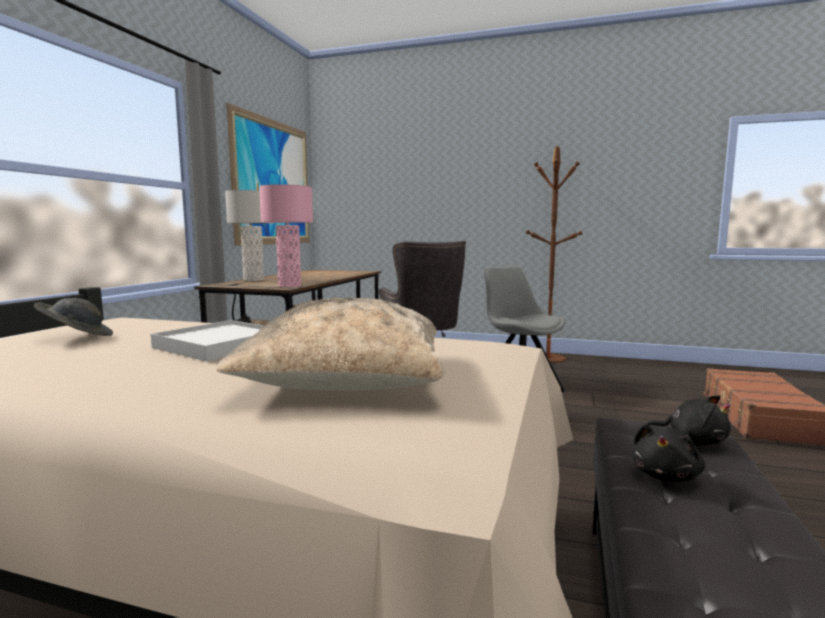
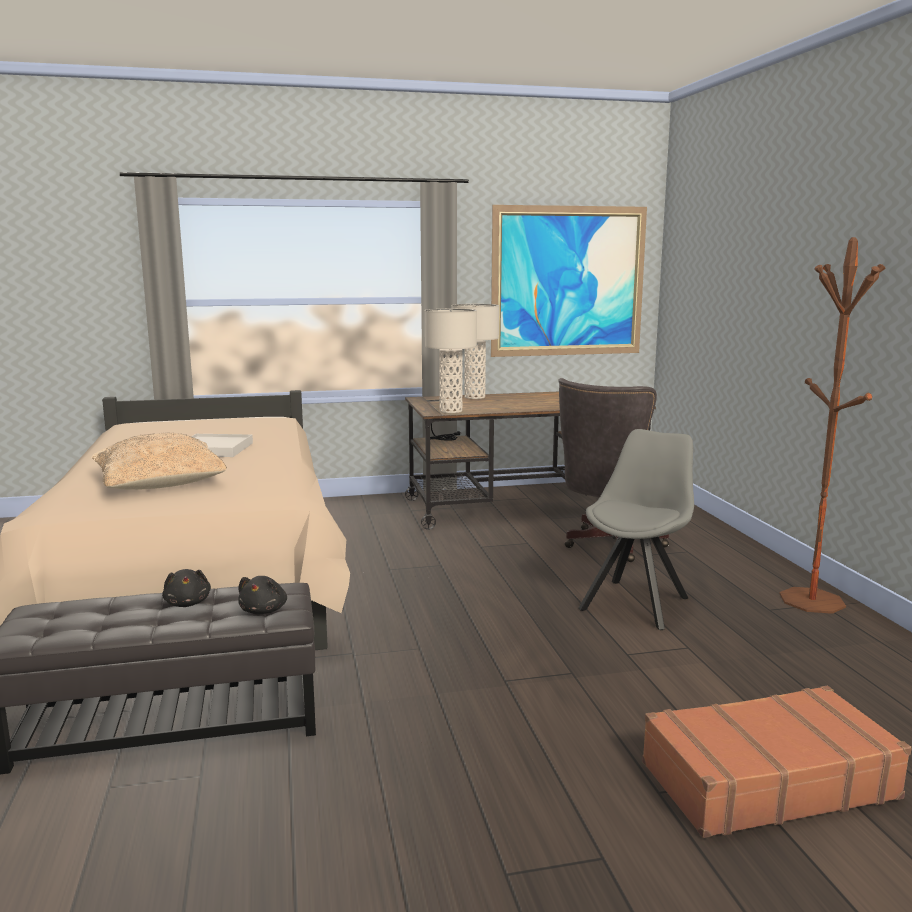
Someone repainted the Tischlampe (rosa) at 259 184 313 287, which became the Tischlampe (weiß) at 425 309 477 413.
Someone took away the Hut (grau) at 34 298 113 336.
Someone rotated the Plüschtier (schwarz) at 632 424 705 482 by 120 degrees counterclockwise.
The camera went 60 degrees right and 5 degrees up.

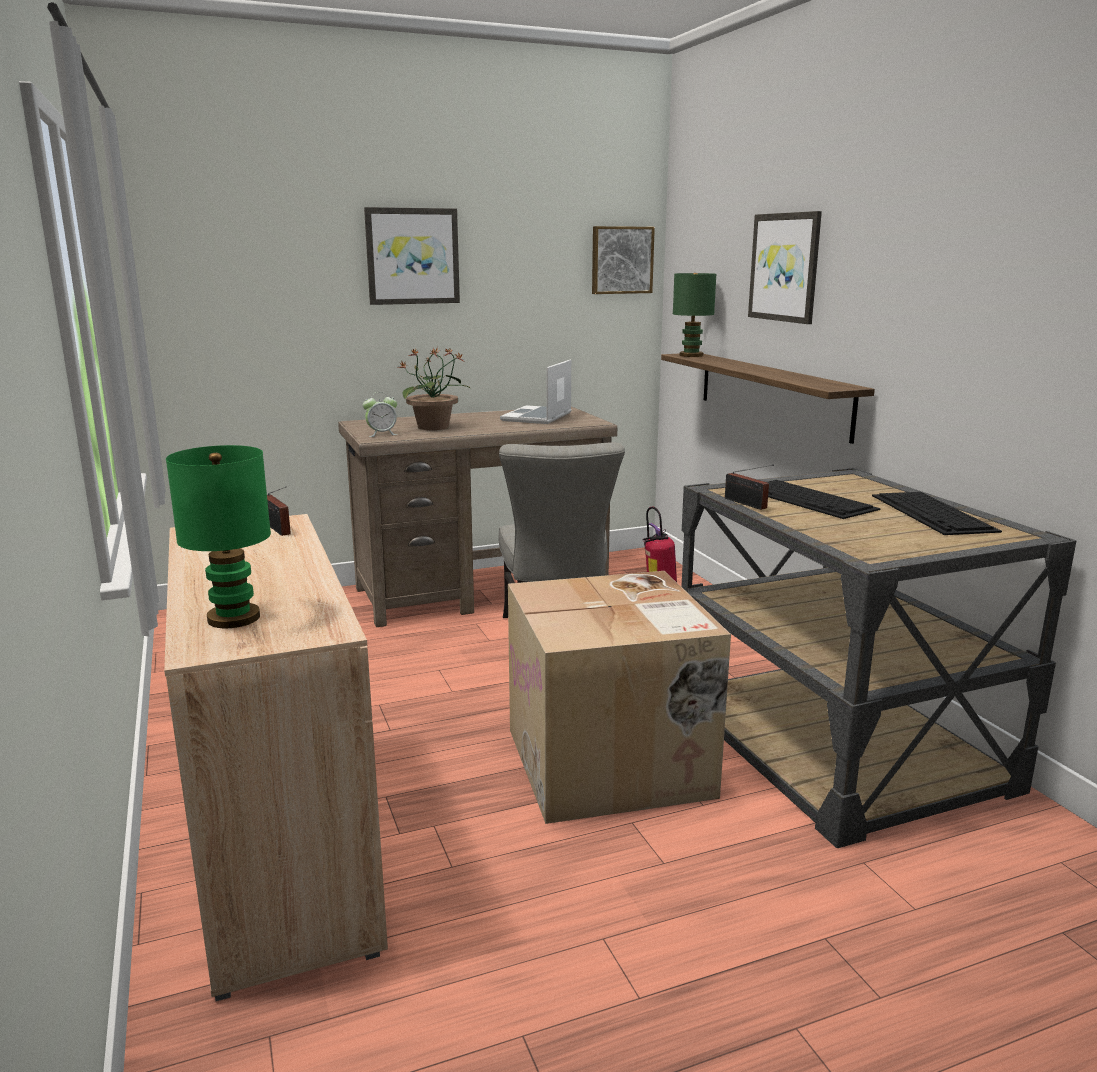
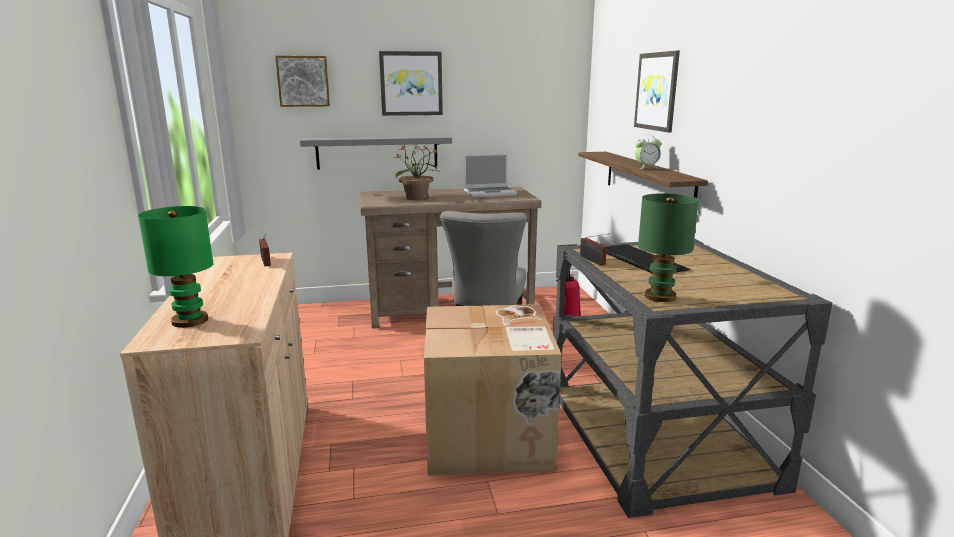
Someone carried the Bild from 592 226 655 294 to 275 56 330 107.
Someone carried the Tischlampe (grün) from 673 273 716 357 to 638 193 699 302.
Someone rotated the Laptop at 500 359 571 424 by 135 degrees counterclockwise.
Someone carried the Wecker from 363 392 397 437 to 635 135 661 169.
Someone took away the Tastatur at 872 492 1002 535.
Someone put up the Wandregal (grau) at 300 135 452 170.
The camera went 10 degrees right and 0 degrees up.

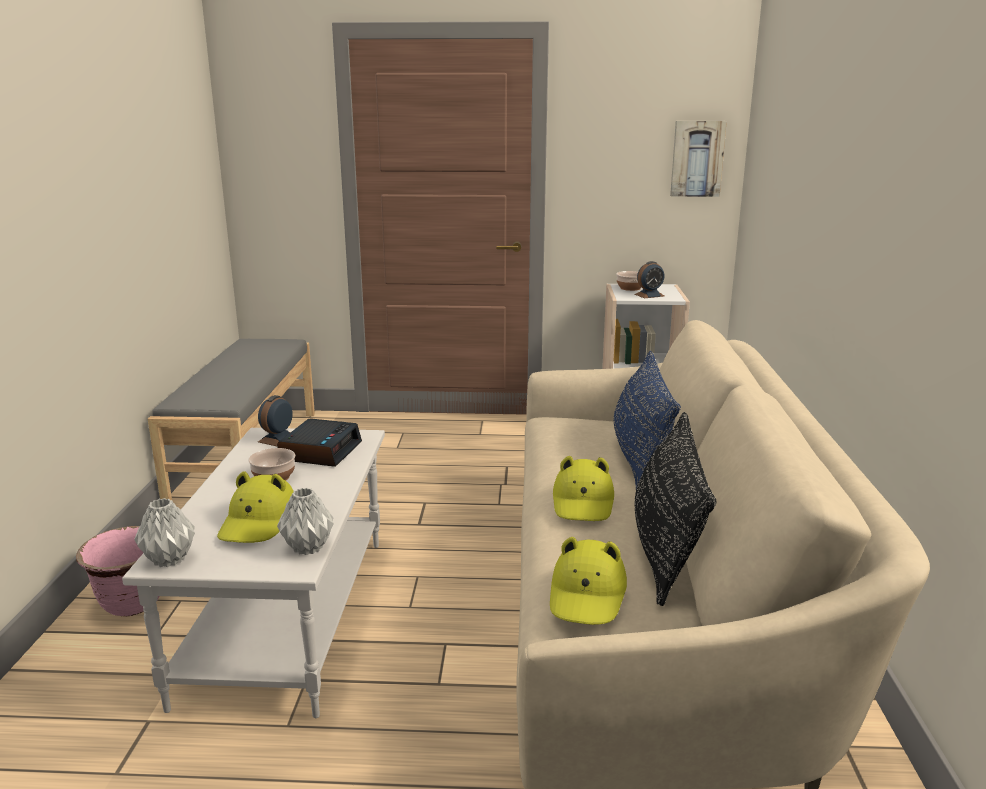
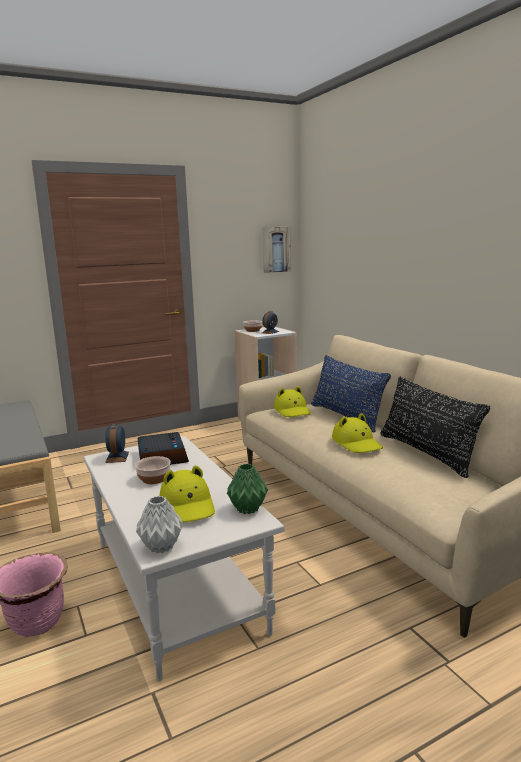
Someone repainted the Vase (grau) at 277 488 334 555, which became the Vase (grün) at 227 464 268 514.
Someone carried the Hut (gelb) from 550 537 627 625 to 274 386 311 417.
The camera went 30 degrees left and 5 degrees down.

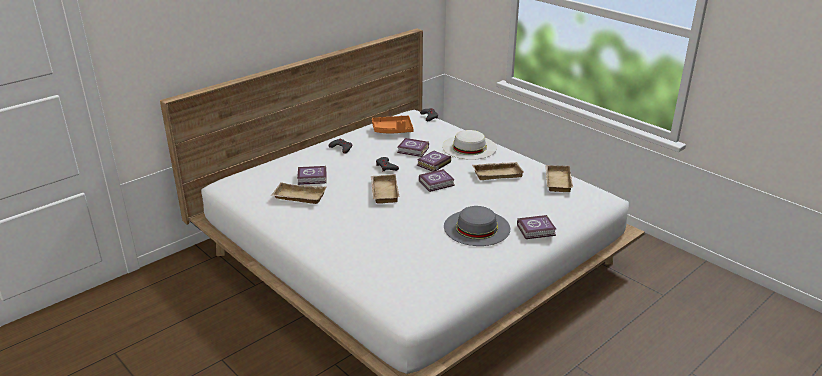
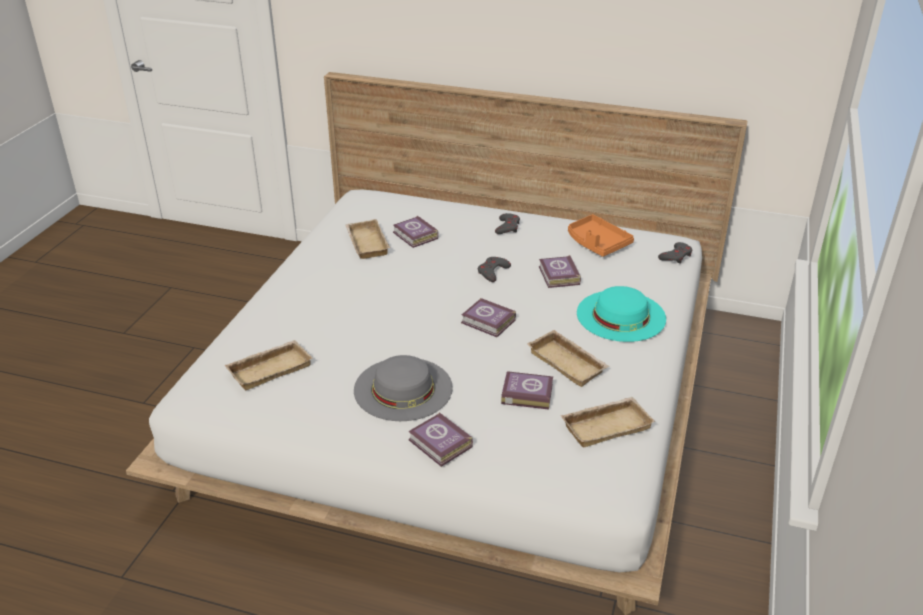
Someone repainted the Hut (weiß) at 442 130 497 160, which became the Hut (türkis) at 577 286 666 342.
Someone carried the Buch from 417 151 451 172 to 501 371 553 410.
Someone carried the Tablett (beige) from 371 174 400 203 to 224 340 313 390.
The camera went 60 degrees right and 5 degrees up.

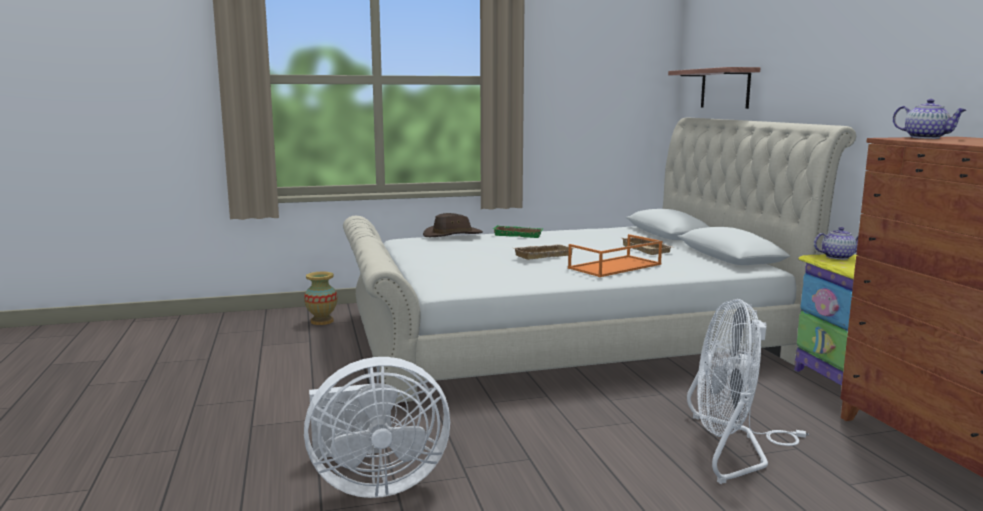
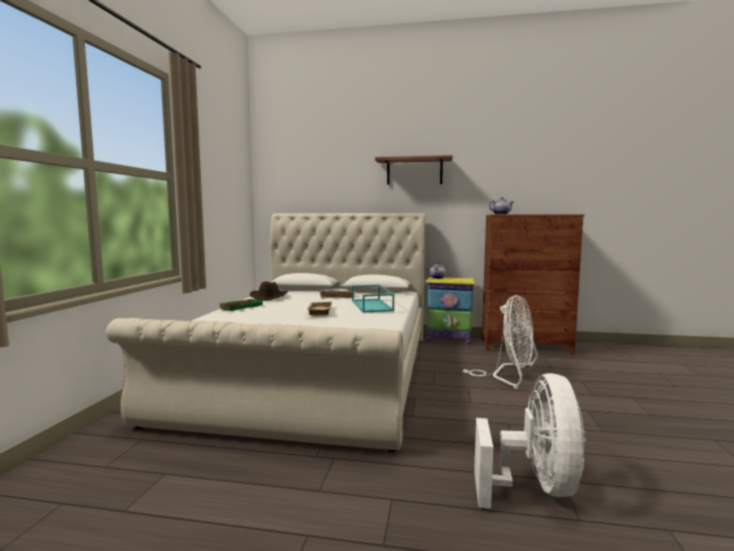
Someone carried the Wandregal from 668 67 760 109 to 375 155 453 185.
Someone carried the Hut (braun) from 423 213 483 237 to 250 282 288 301.
Someone repainted the Tablett (orange) at 568 234 662 277, which became the Tablett (türkis) at 352 285 394 313.
Someone took away the Vase at 304 272 337 325.
Someone rotated the Ventilator (weiß) at 687 299 809 484 by 90 degrees counterclockwise.
The camera went 65 degrees left and 5 degrees down.

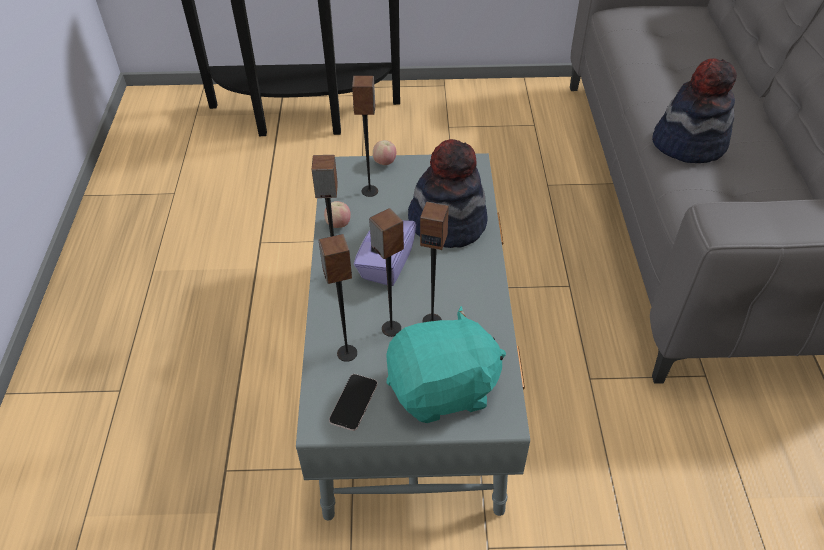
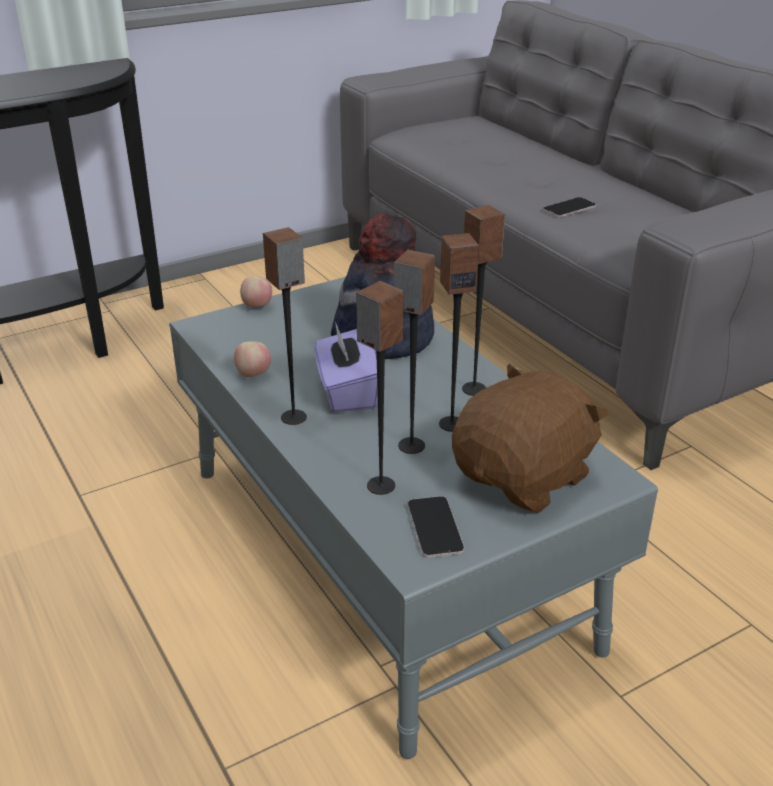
Someone swapped the Hut at 652 58 737 163 for the Handy at 543 197 596 217.
Someone carried the Lautsprecher from 352 76 378 197 to 462 205 505 396.
Someone repainted the Plüschtier (türkis) at 386 306 506 423, which became the Plüschtier (braun) at 452 364 609 513.
The camera went 30 degrees left and 15 degrees down.

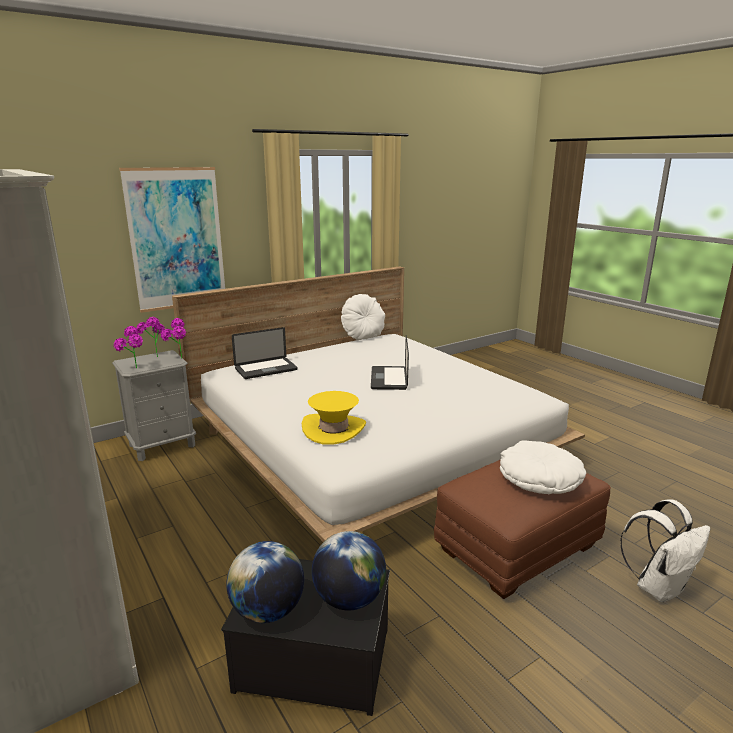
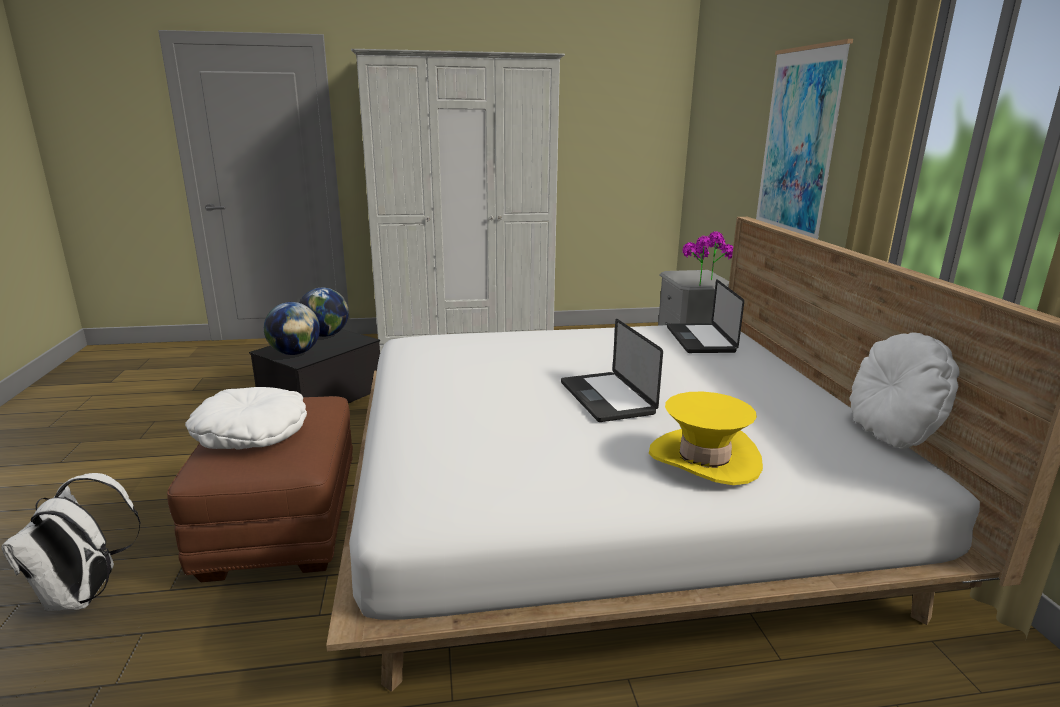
Someone took away the Topfpflanze at 114 326 143 368.
Someone rotated the Laptop at 371 335 409 390 by 135 degrees counterclockwise.
Someone carried the Hut (gelb) from 302 391 366 445 to 649 392 763 485.
The camera went 115 degrees right and 0 degrees up.

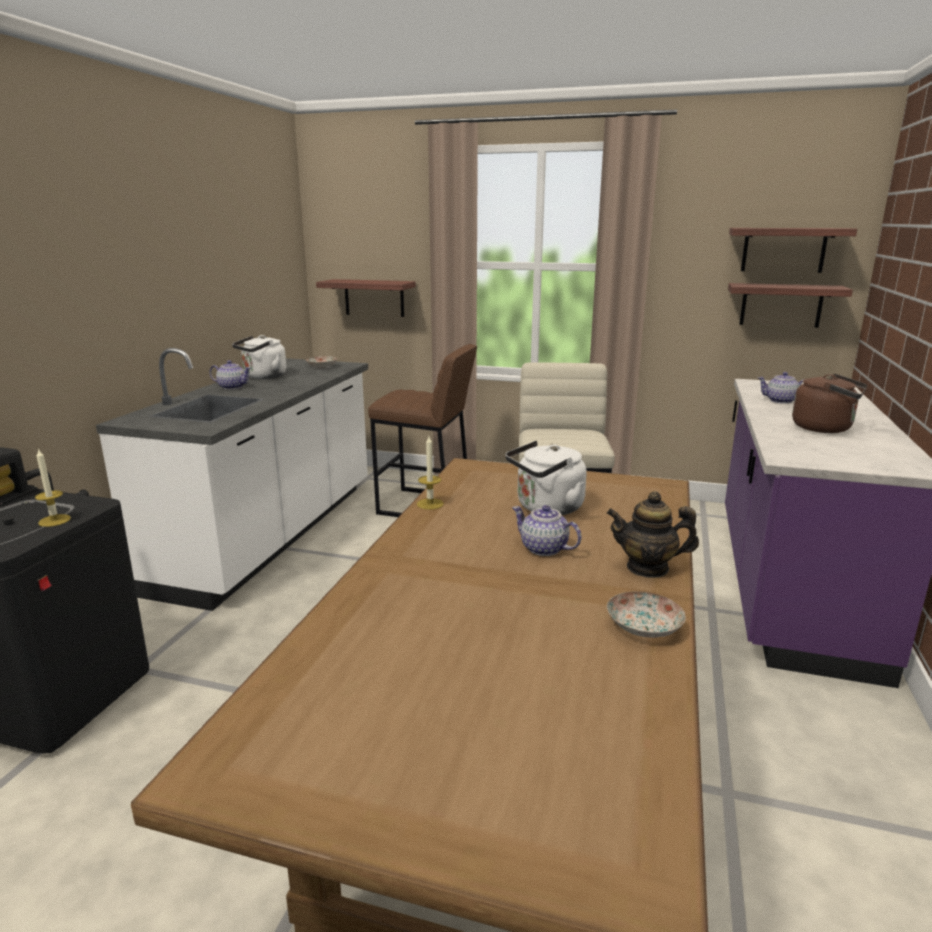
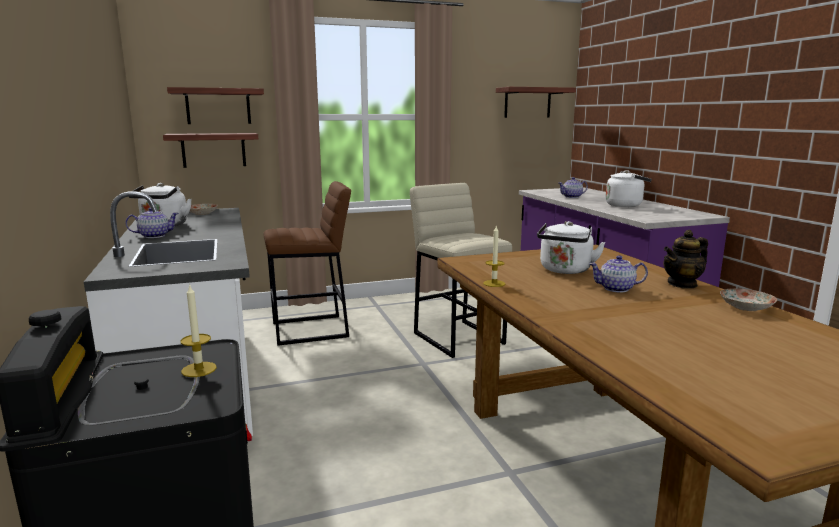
Someone carried the Wandregal from 728 283 853 328 to 167 87 264 124.
Someone repainted the Wasserkessel (braun) at 792 374 868 433, which became the Wasserkessel (weiß) at 605 170 652 207.
The camera went 35 degrees left and 5 degrees down.

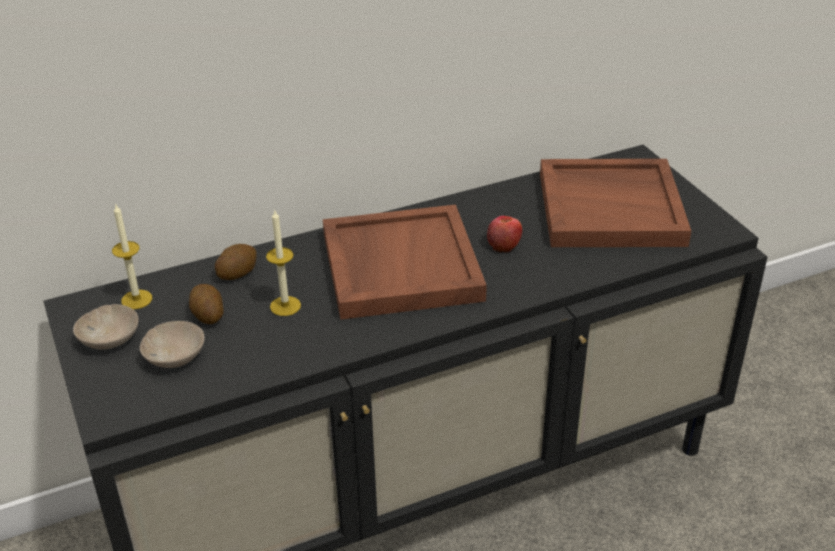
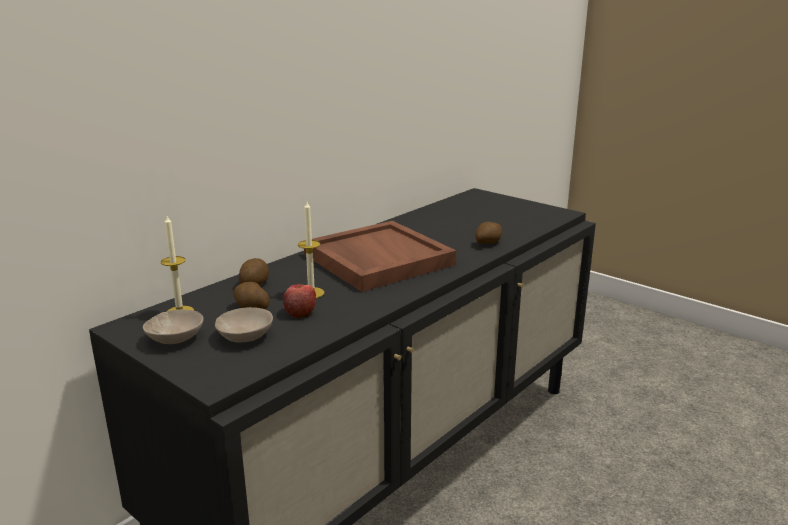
Someone took away the Tablett (braun) at 540 159 691 247.
Someone carried the Apfel from 487 216 522 252 to 283 284 316 318.
Someone put down the Kartoffel at 475 222 502 244.
The camera went 25 degrees left and 15 degrees down.

